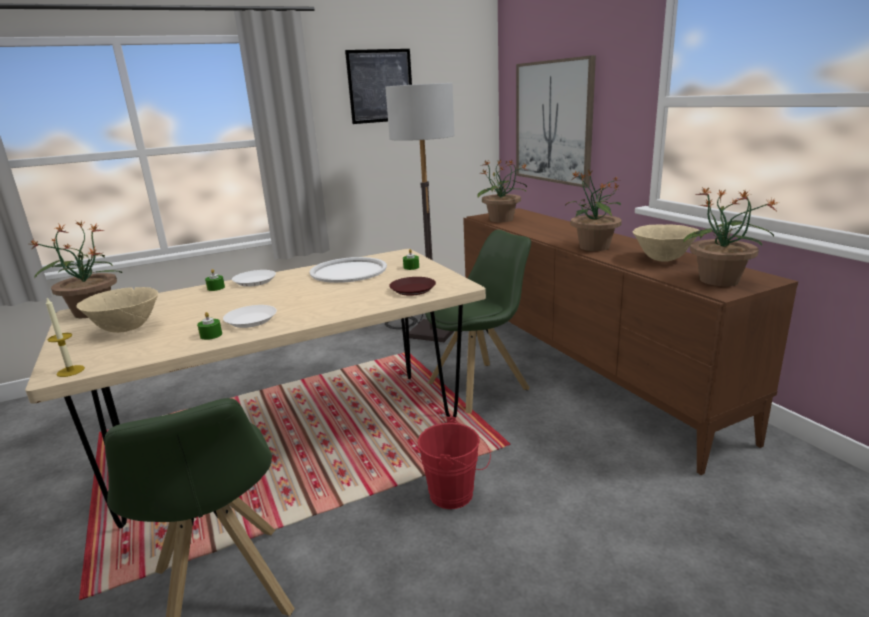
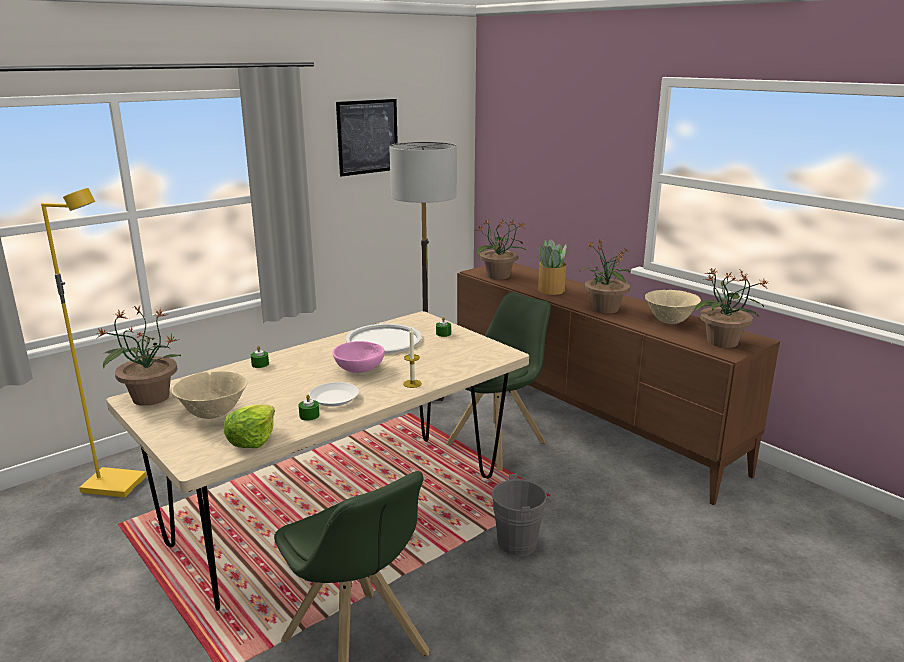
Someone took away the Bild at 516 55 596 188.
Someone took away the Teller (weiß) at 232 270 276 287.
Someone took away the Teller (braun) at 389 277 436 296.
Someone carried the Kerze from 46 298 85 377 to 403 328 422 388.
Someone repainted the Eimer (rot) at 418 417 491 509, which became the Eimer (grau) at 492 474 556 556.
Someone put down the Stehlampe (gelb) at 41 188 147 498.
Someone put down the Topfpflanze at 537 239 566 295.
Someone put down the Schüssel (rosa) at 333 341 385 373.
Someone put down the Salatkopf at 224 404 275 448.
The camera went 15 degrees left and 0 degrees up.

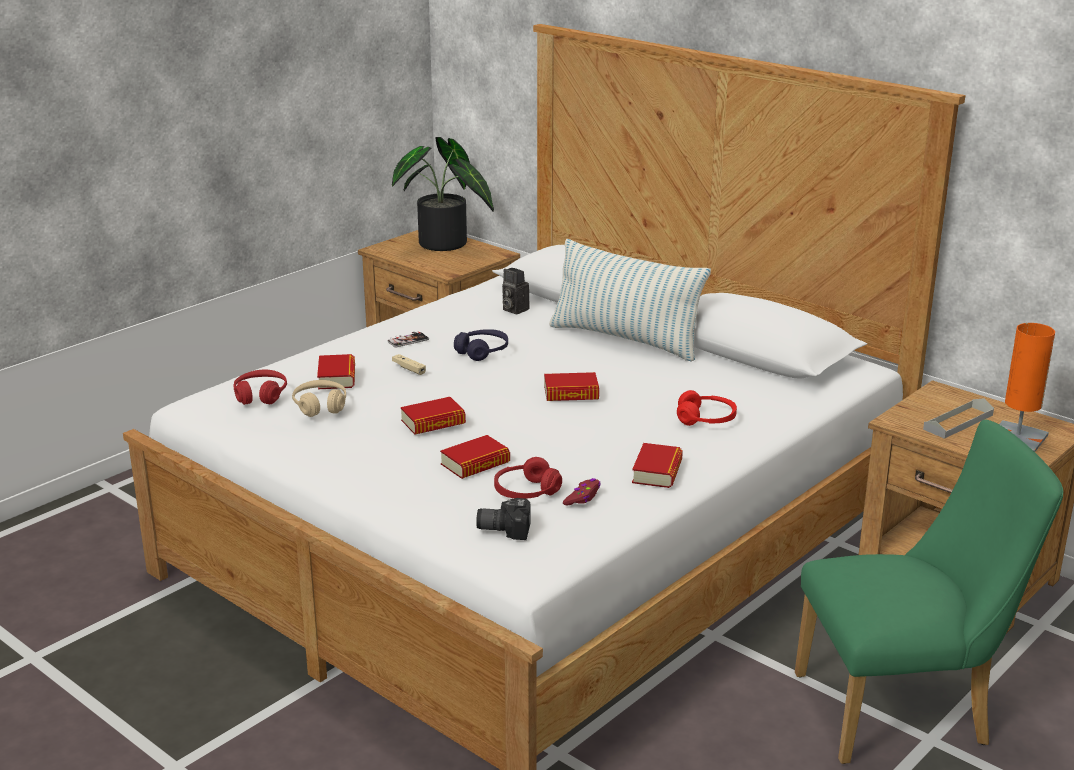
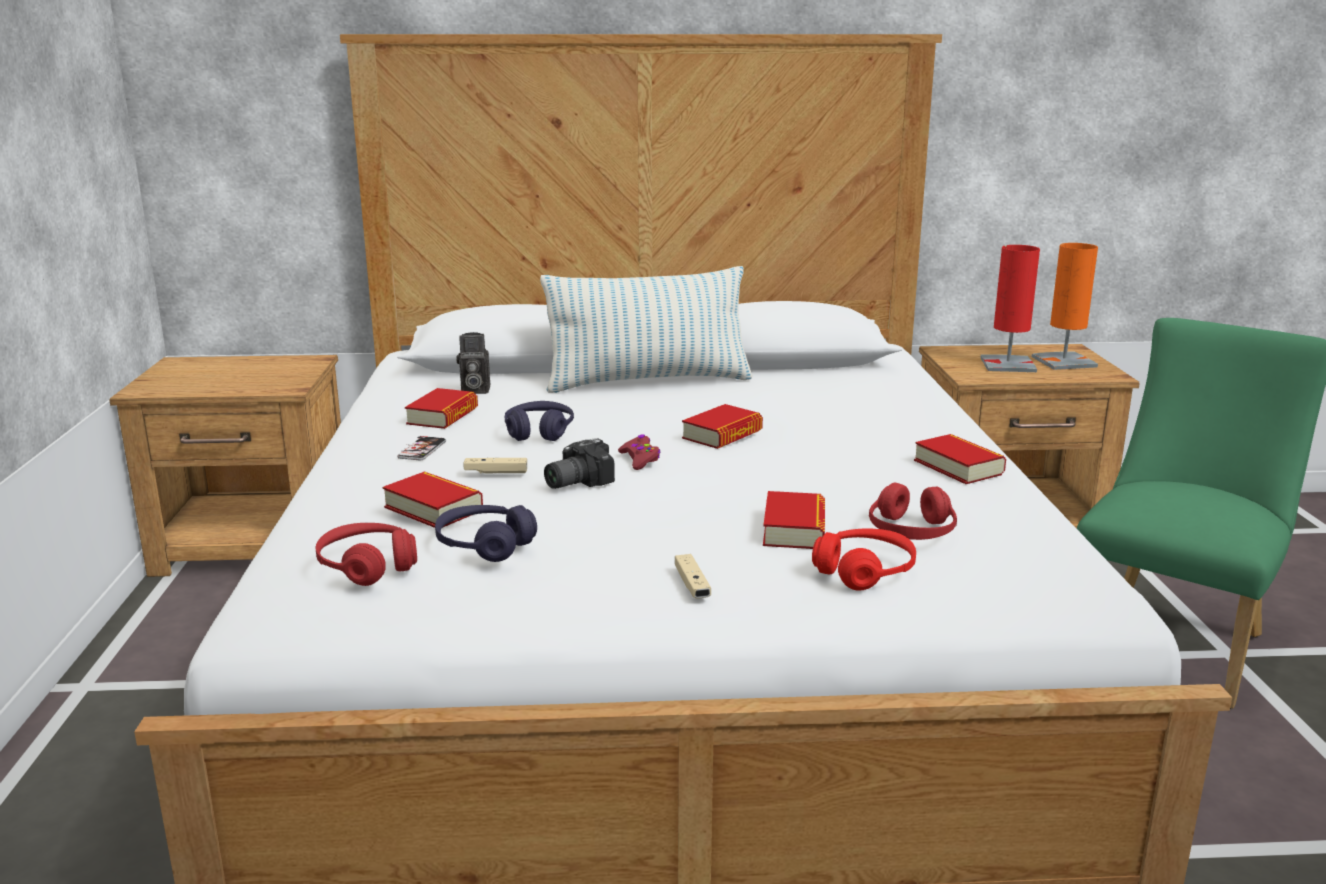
Someone took away the Topfpflanze at 392 137 494 251.
Someone repainted the Kopfhörer (beige) at 292 380 346 417, which became the Kopfhörer (lila) at 435 505 537 562.
Someone carried the Kopfhörer (rot) from 677 390 737 426 to 812 528 916 591.
Someone carried the Buch from 401 397 466 435 to 405 388 478 429.
Someone swapped the Tablett (grau) at 923 398 994 439 for the Tischlampe (rot) at 980 245 1040 372.
Someone carried the Gamepad (rot) from 563 478 601 506 to 618 434 660 470.
Someone carried the Kamera from 476 498 530 540 to 544 438 615 489.
Someone put down the Gamepad (beige) at 675 554 711 599.
The camera went 45 degrees left and 5 degrees down.

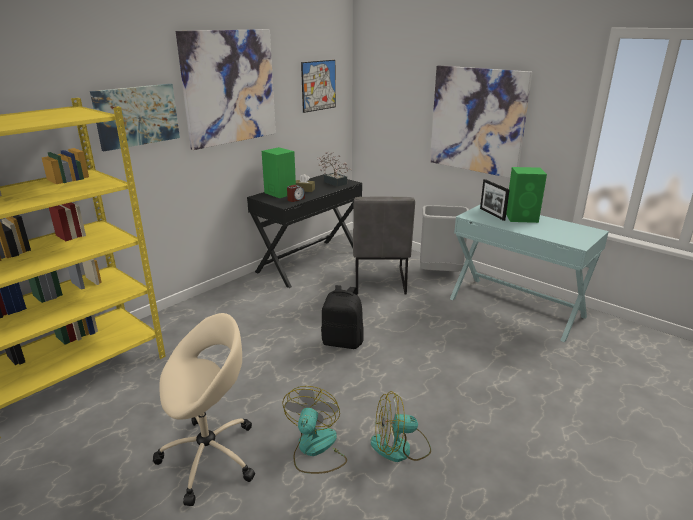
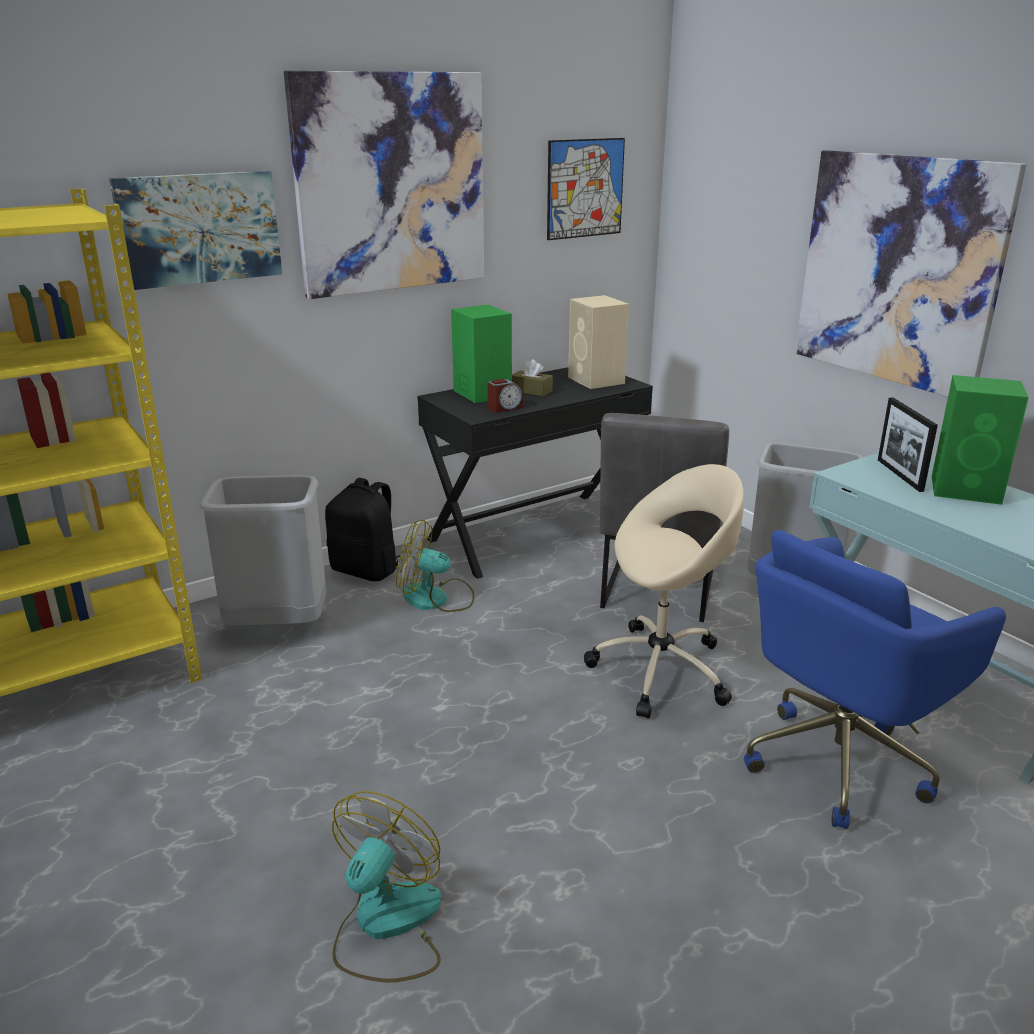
Someone swapped the Topfpflanze at 319 152 351 187 for the Lautsprecher (beige) at 568 295 629 389.
Someone carried the Rucksack (schwarz) from 321 285 364 349 to 325 478 400 581.
Someone carried the Bürostuhl (beige) from 153 313 255 506 to 584 464 744 719.
Someone carried the Ventilator from 371 391 431 462 to 396 520 474 612.
Someone put down the Mülleimer (grau) at 199 475 327 625.
Someone put down the Bürostuhl (blau) at 744 530 1006 829.
The camera went 15 degrees right and 0 degrees up.

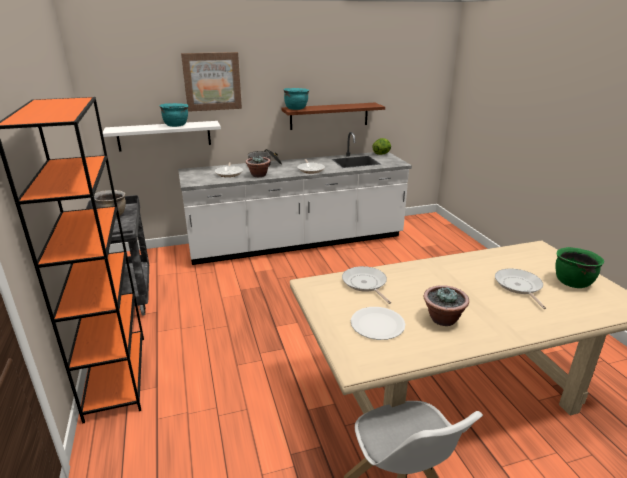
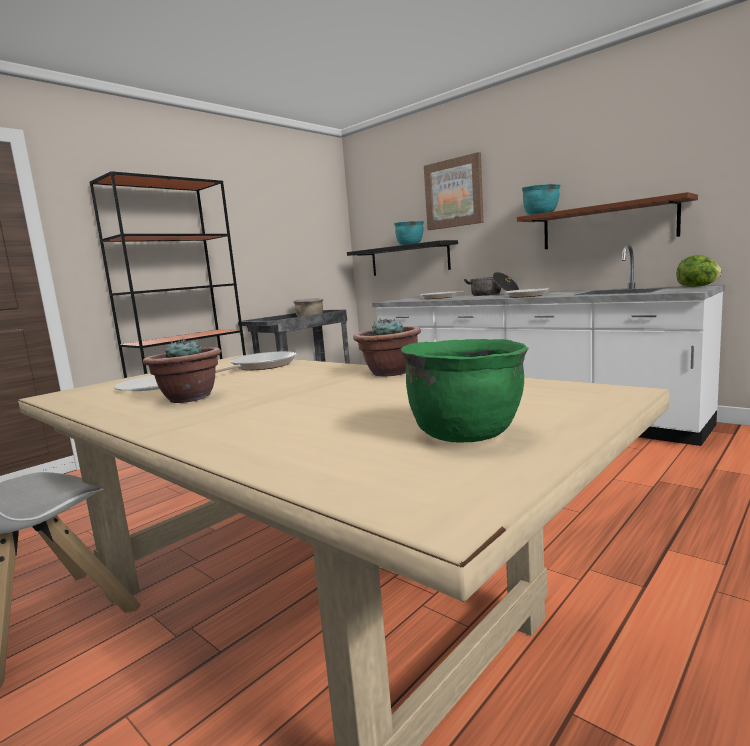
Someone repainted the Wandregal (weiß) at 103 121 221 151, which became the Wandregal (schwarz) at 347 240 458 276.
Someone carried the Topfpflanze from 246 156 271 177 to 353 318 421 377.
Someone took away the Pfanne at 495 269 546 309.
The camera went 60 degrees right and 15 degrees down.

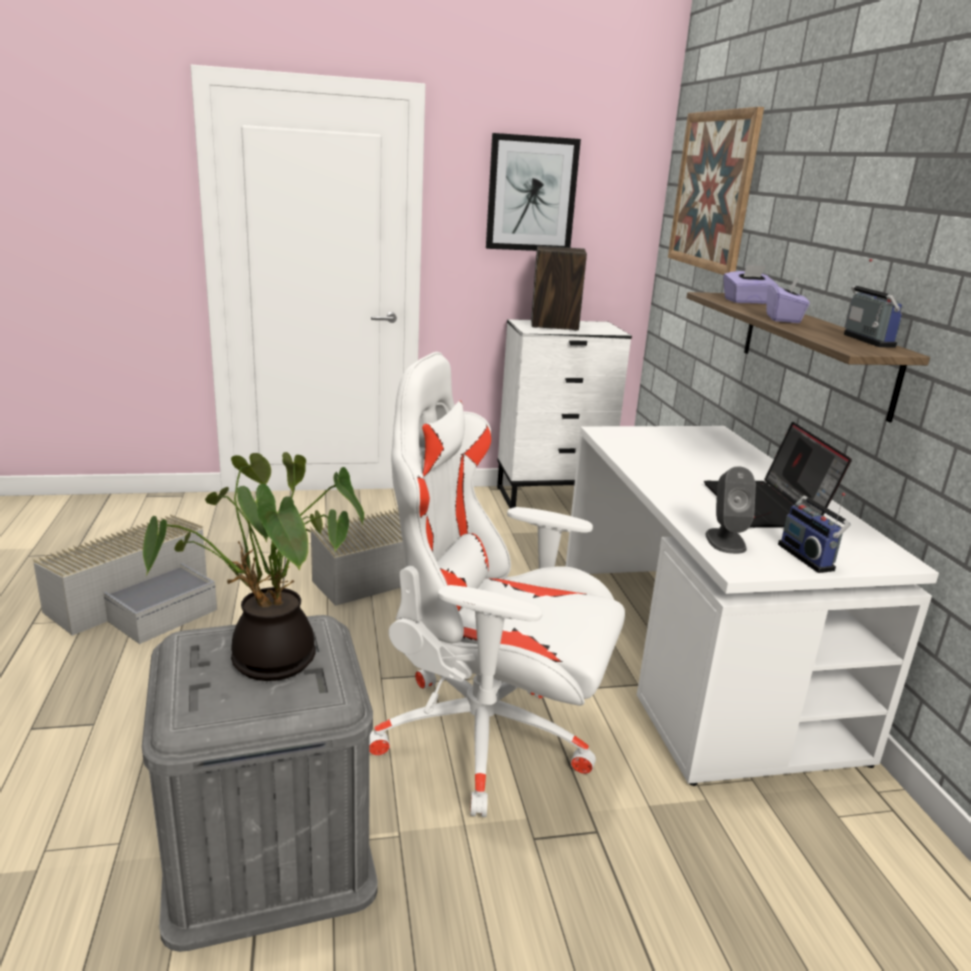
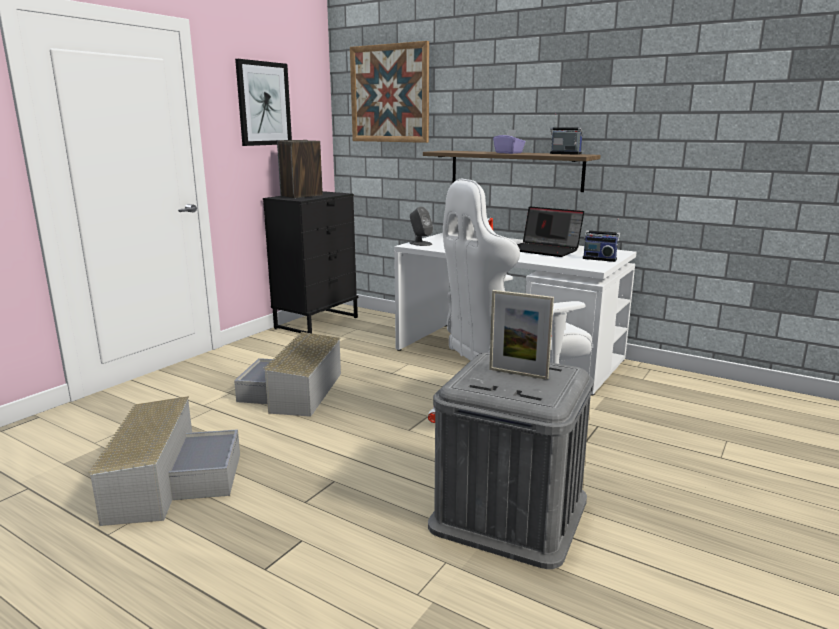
Someone took away the Taschentuchbox (lila) at 723 264 778 304.
Someone repainted the Kommode (weiß) at 497 319 632 509, which became the Kommode (schwarz) at 263 191 358 333.
Someone swapped the Topfpflanze at 143 452 364 681 for the Bilderrahmen at 489 290 554 380.
Someone carried the Lautsprecher (grau) from 706 466 756 554 to 409 207 433 246.
The camera went 45 degrees left and 5 degrees down.

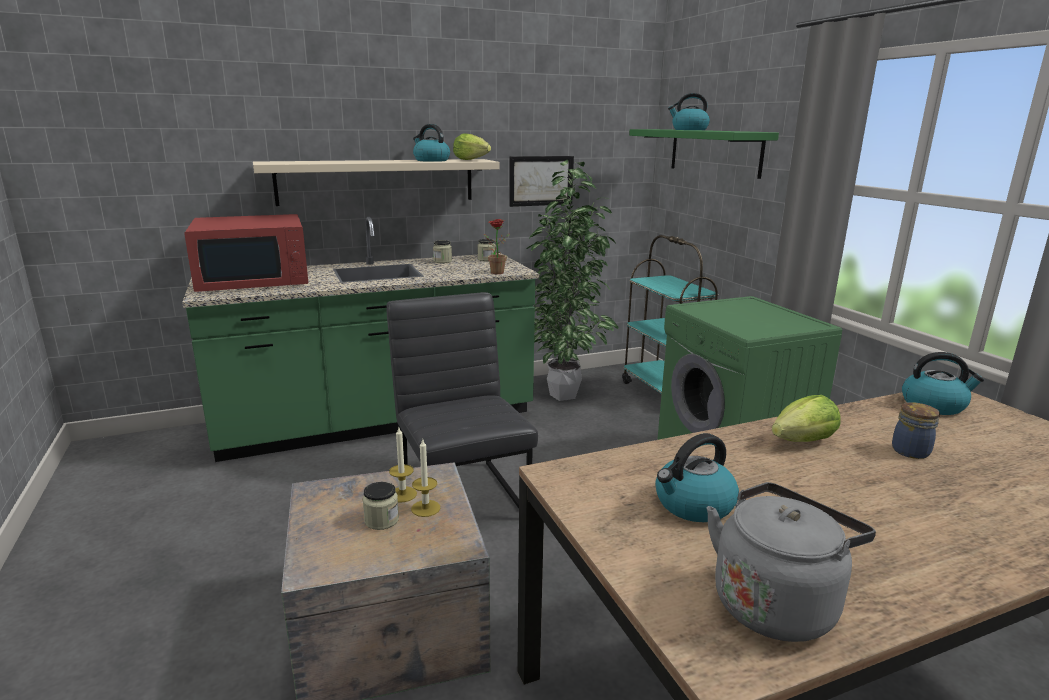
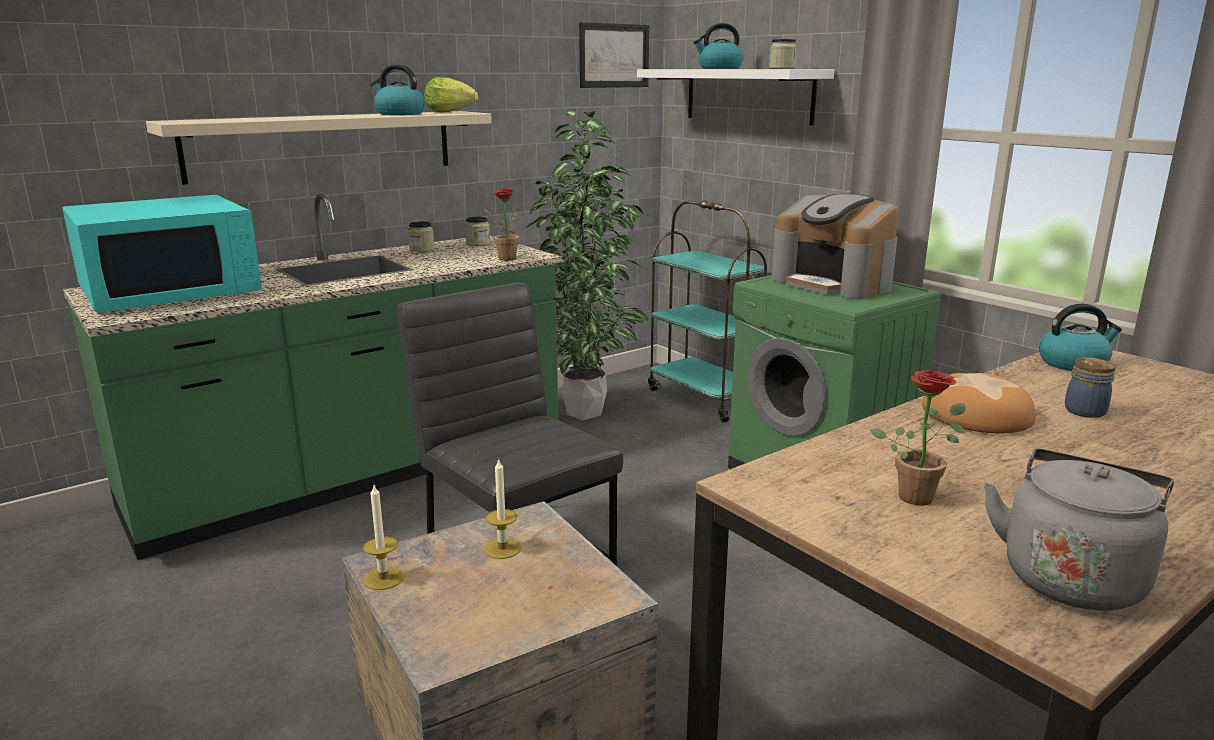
Someone repainted the Wandregal (grün) at 629 129 779 179, which became the Wandregal (weiß) at 637 69 834 125.
Someone carried the Bild from 509 156 574 207 to 579 22 649 88.
Someone repainted the Mikrowelle (rot) at 184 214 308 292, which became the Mikrowelle (türkis) at 62 195 262 313.
Someone swapped the Salatkopf at 772 395 840 442 for the Brot at 922 373 1036 433.
Someone swapped the Wasserkessel at 655 433 739 522 for the Topfpflanze at 870 370 966 506.
Someone carried the Kerze from 411 440 440 517 to 363 485 404 590.
Someone carried the Vorratsglas from 363 482 399 530 to 769 39 796 69.
Someone put down the Kaffeemaschine at 772 194 899 299.
The camera went 15 degrees left and 0 degrees up.

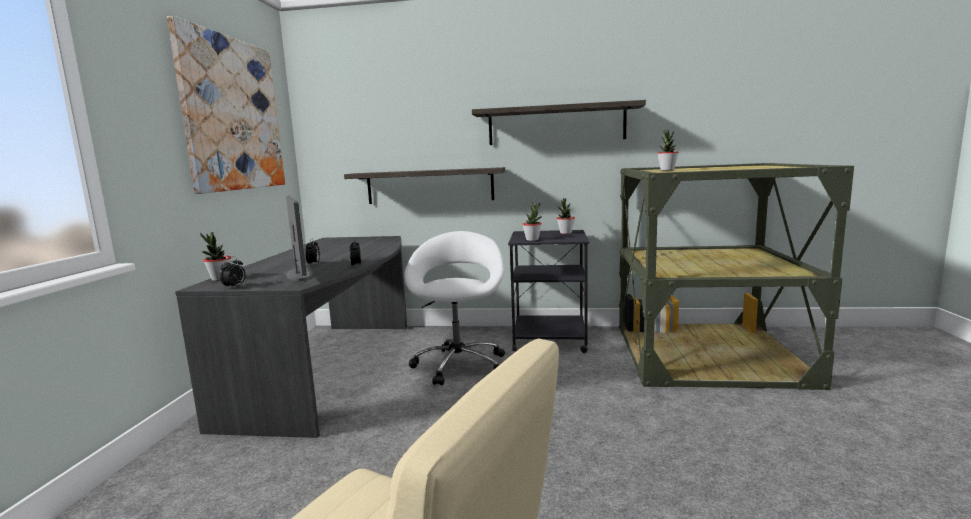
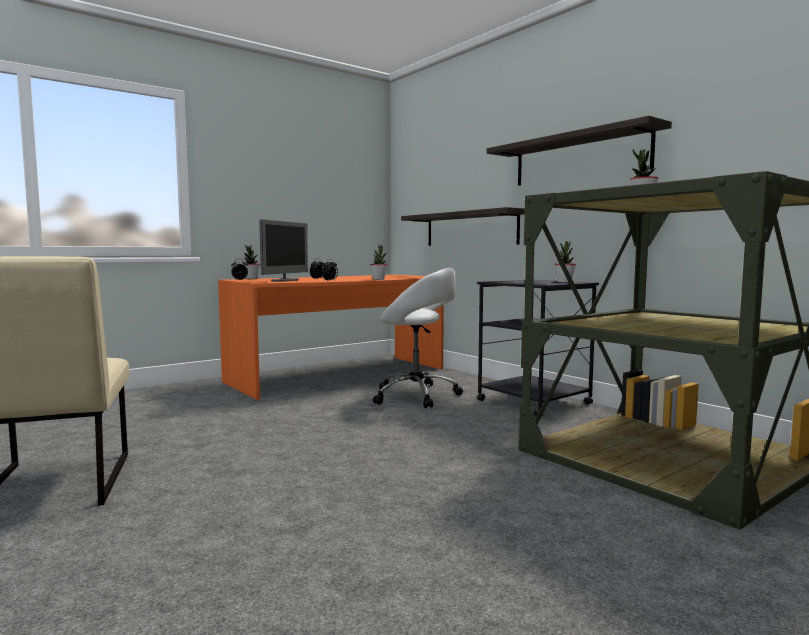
Someone took away the Bild at 167 16 285 194.
Someone carried the Topfpflanze from 522 203 542 241 to 370 245 388 280.
Someone rotated the Bürostuhl (weiß) at 405 231 505 385 by 60 degrees clockwise.
Someone repainted the Schreibtisch (grau) at 175 236 407 438, which became the Schreibtisch (orange) at 218 275 444 400.
The camera went 45 degrees right and 5 degrees down.

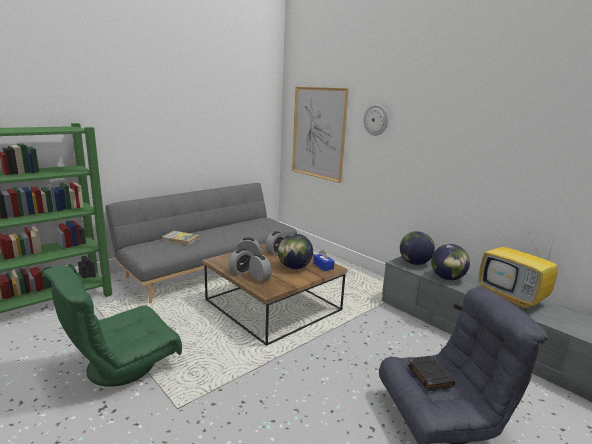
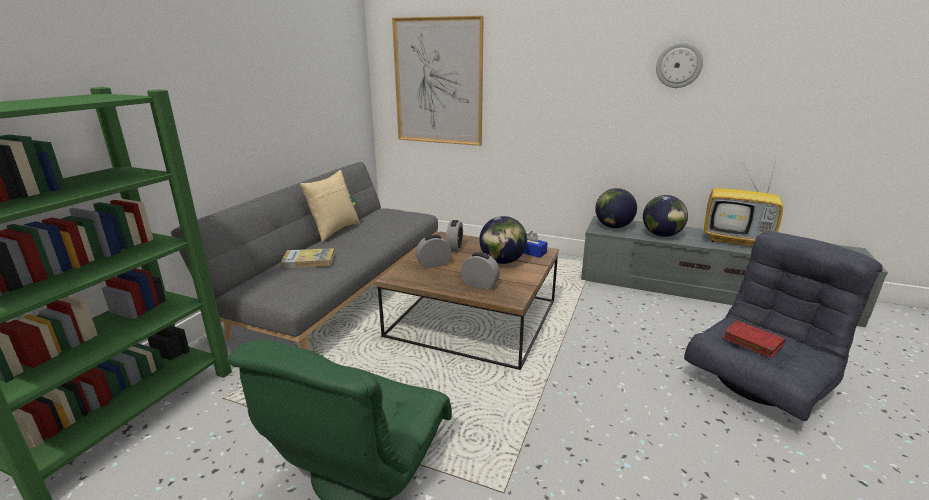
Someone carried the Wanduhr from 364 105 388 136 to 656 42 703 88.
Someone took away the Wecker at 228 248 253 275.
Someone repainted the Buch (schwarz) at 407 356 455 391, which became the Buch (rot) at 722 321 785 358.
Someone put down the Kissen (beige) at 300 170 360 242.
The camera went 25 degrees left and 5 degrees up.

